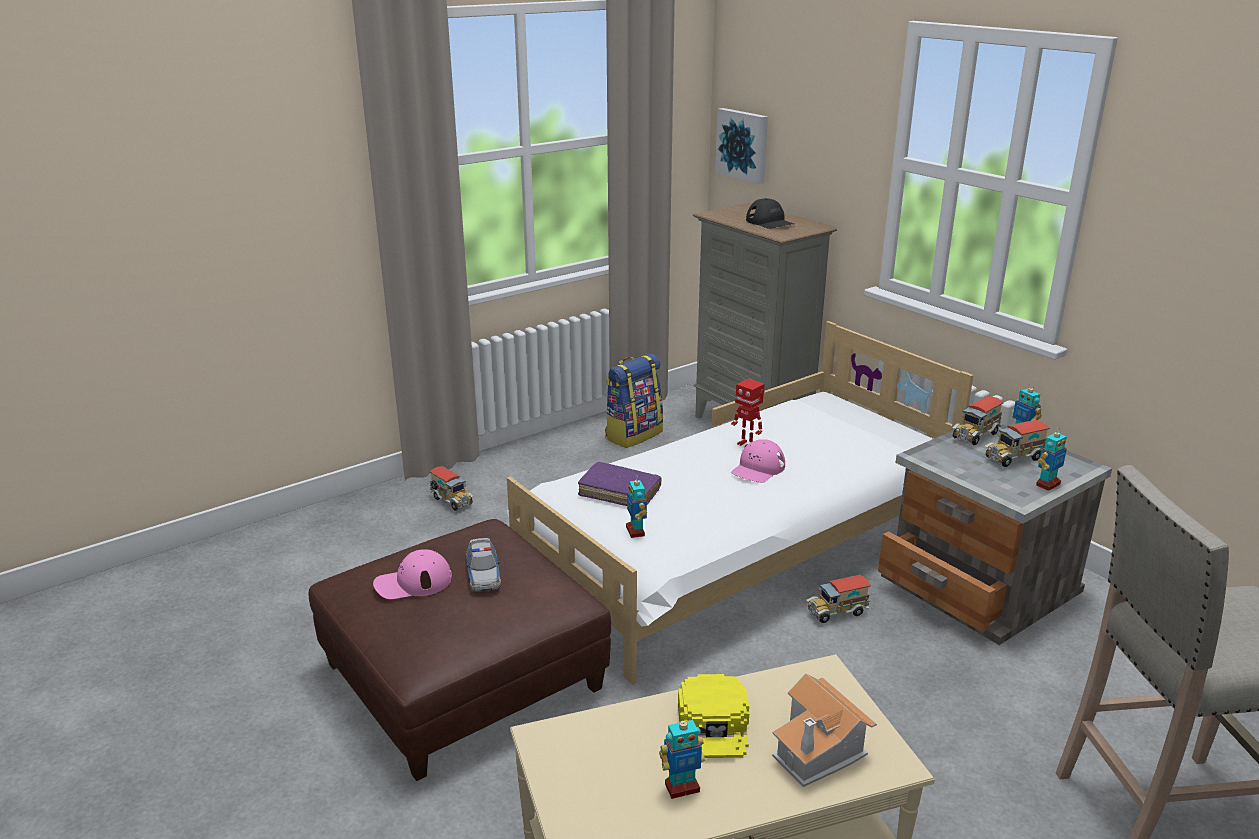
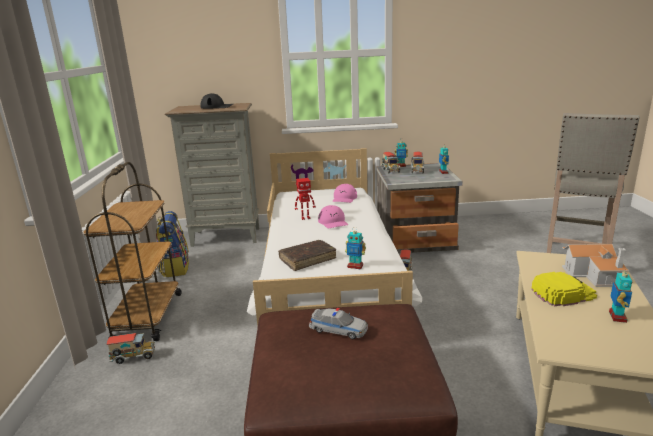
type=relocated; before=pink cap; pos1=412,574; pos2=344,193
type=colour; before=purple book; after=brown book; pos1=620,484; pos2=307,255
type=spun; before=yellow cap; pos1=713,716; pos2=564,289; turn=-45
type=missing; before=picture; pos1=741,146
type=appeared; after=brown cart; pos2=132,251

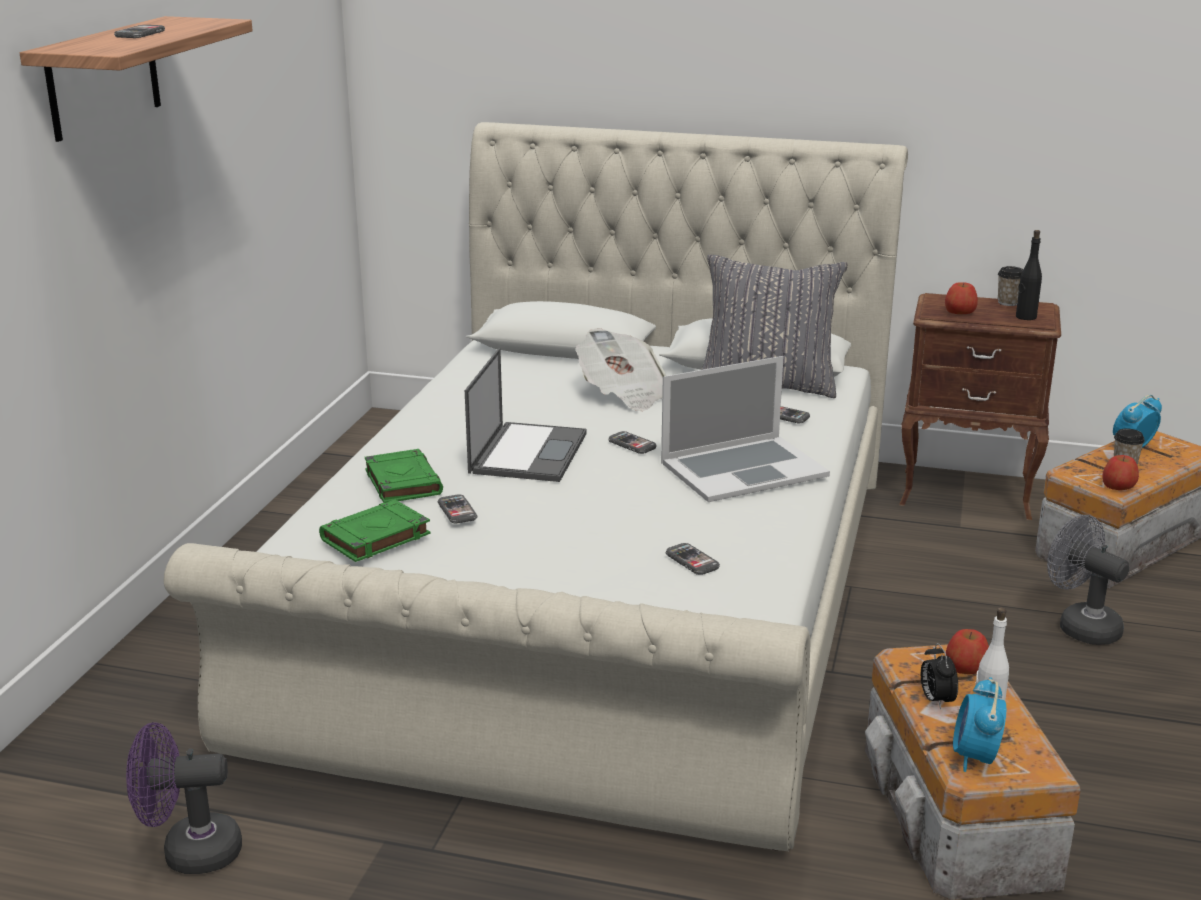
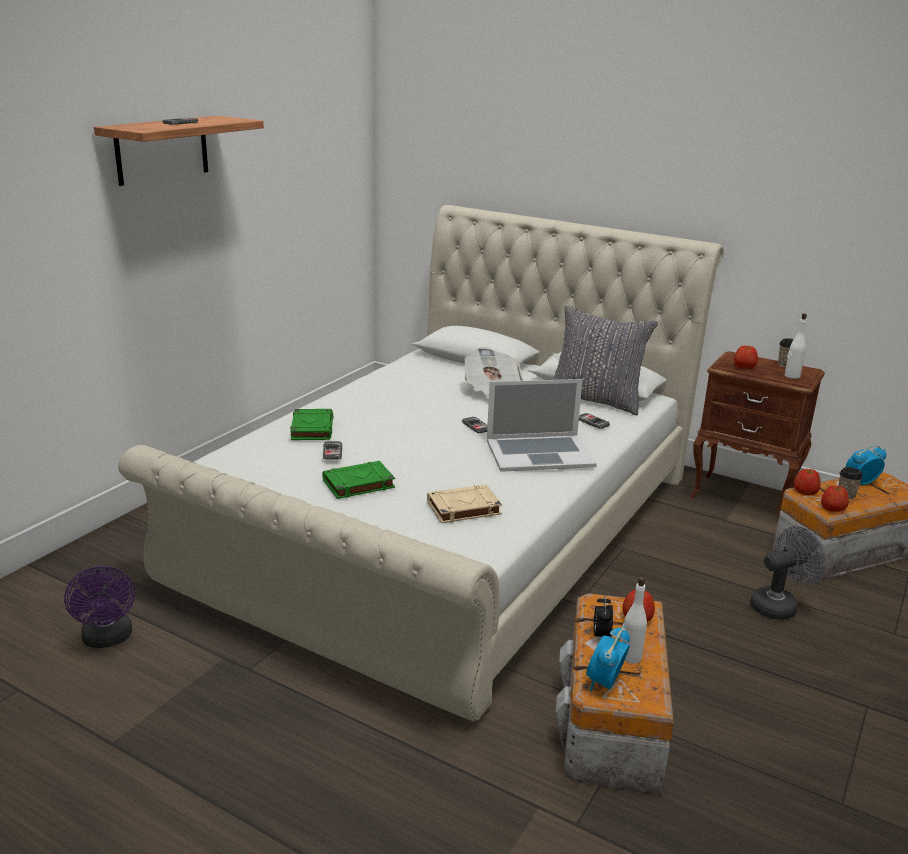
type=spun; before=purple fan; pos1=184,798; pos2=99,606; turn=-120
type=relocated; before=green book; pos1=375,531; pos2=358,480
type=missing; before=laptop; pos1=526,415
type=exchanged; before=phone; after=beige book; pos1=693,559; pos2=464,503
type=colour; before=black bottle; after=white bottle; pos1=1029,275; pos2=796,346
type=spun; before=grey fan; pos1=1088,580; pos2=787,573; turn=90
type=appeared; after=apple; pos2=807,482

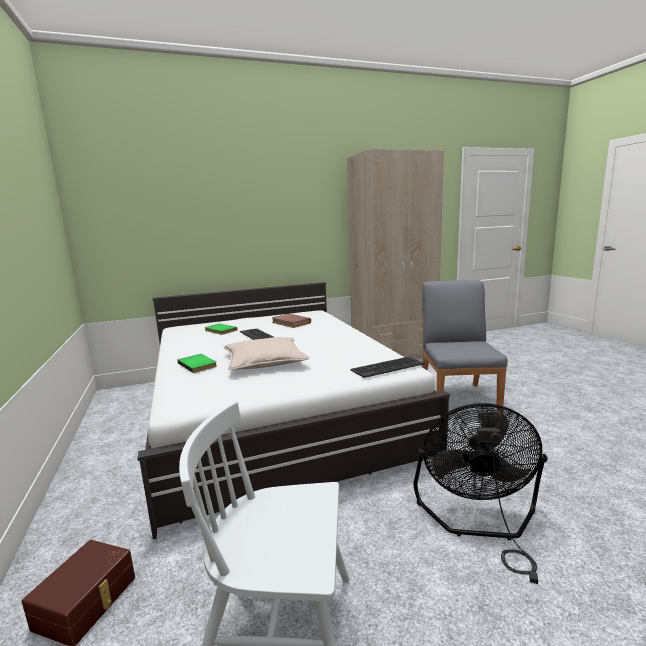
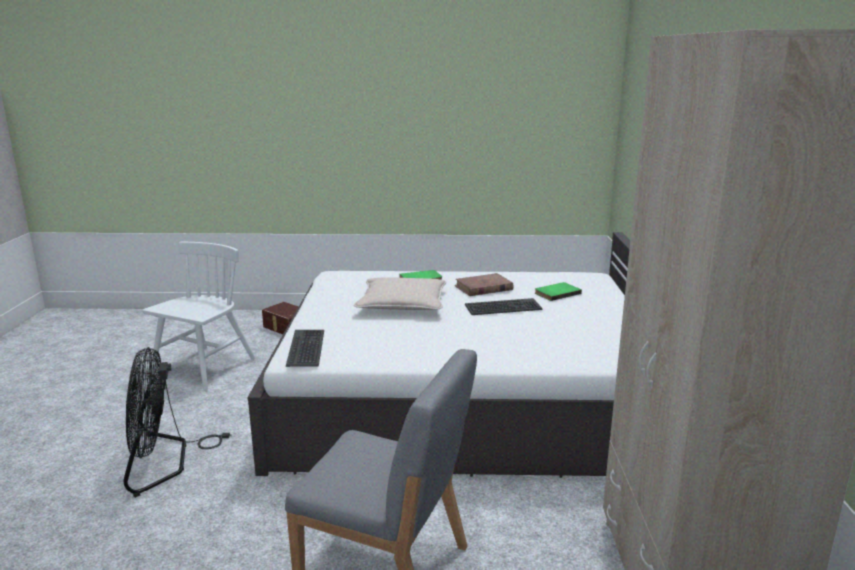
type=relocated; before=brown book; pos1=291,320; pos2=483,284
type=spun; before=black fan; pos1=481,494; pos2=178,422; turn=135

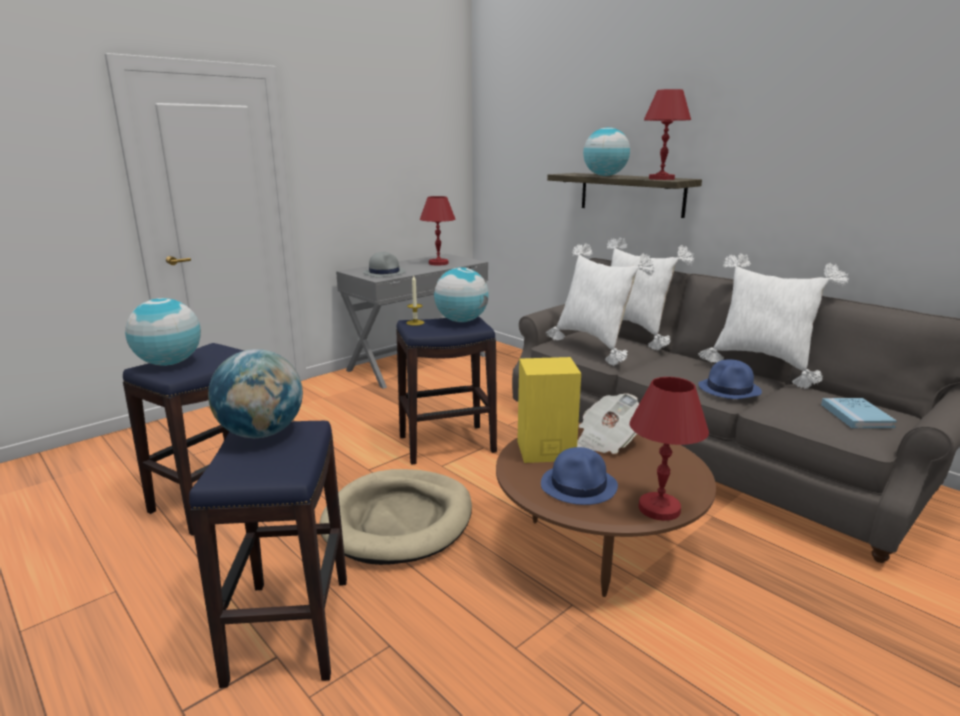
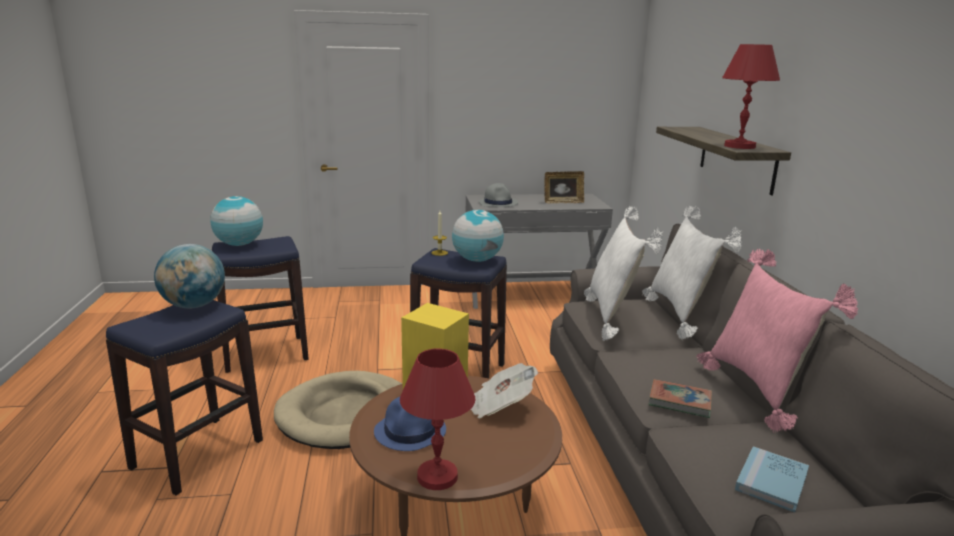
type=exchanged; before=red table lamp; after=picture frame; pos1=437,231; pos2=564,187
type=missing; before=globe; pos1=606,151
type=colour; before=white pillow; after=pink pillow; pos1=773,321; pos2=777,340
type=exchanged; before=blue hat; after=book; pos1=730,379; pos2=680,398

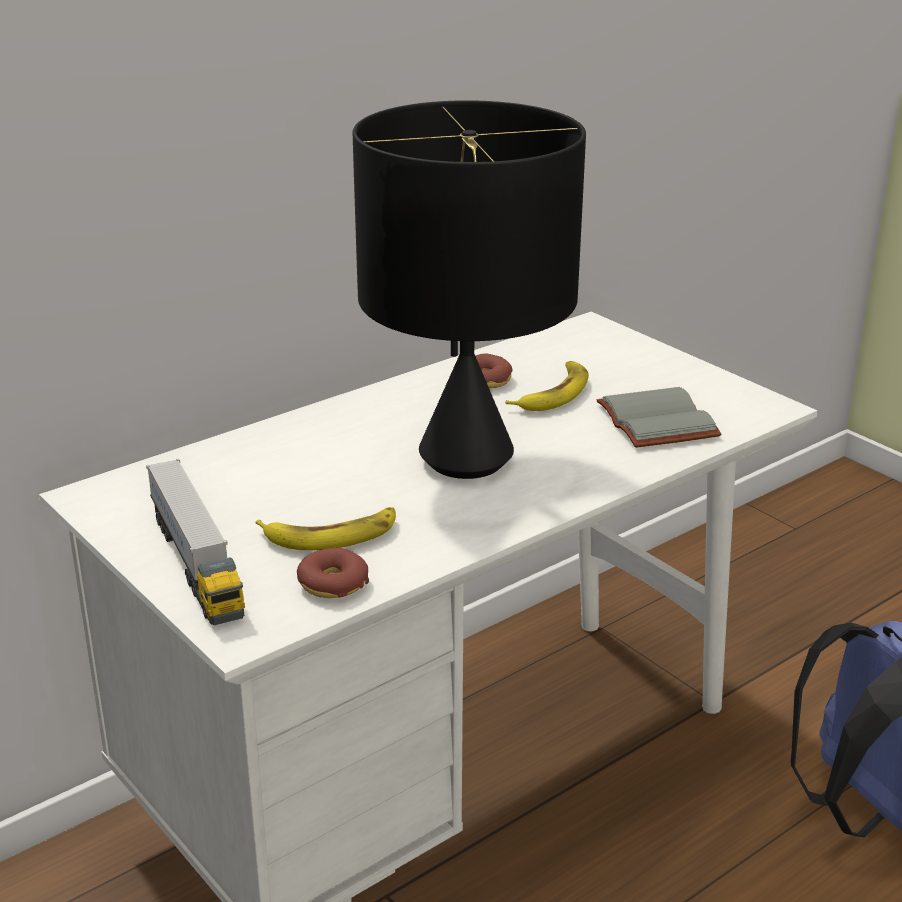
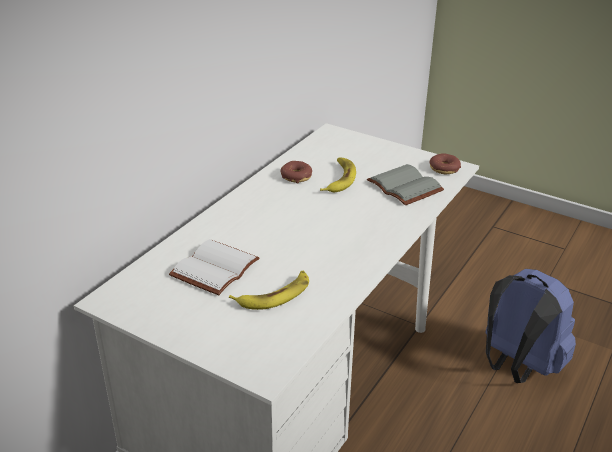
type=missing; before=toy truck; pos1=195,542
type=relocated; before=donut; pos1=333,573; pos2=445,163
type=missing; before=black table lamp; pos1=469,289
type=appeared; after=white book; pos2=214,267

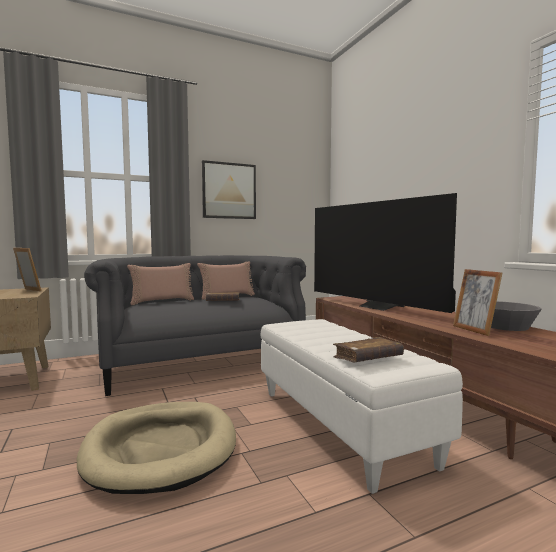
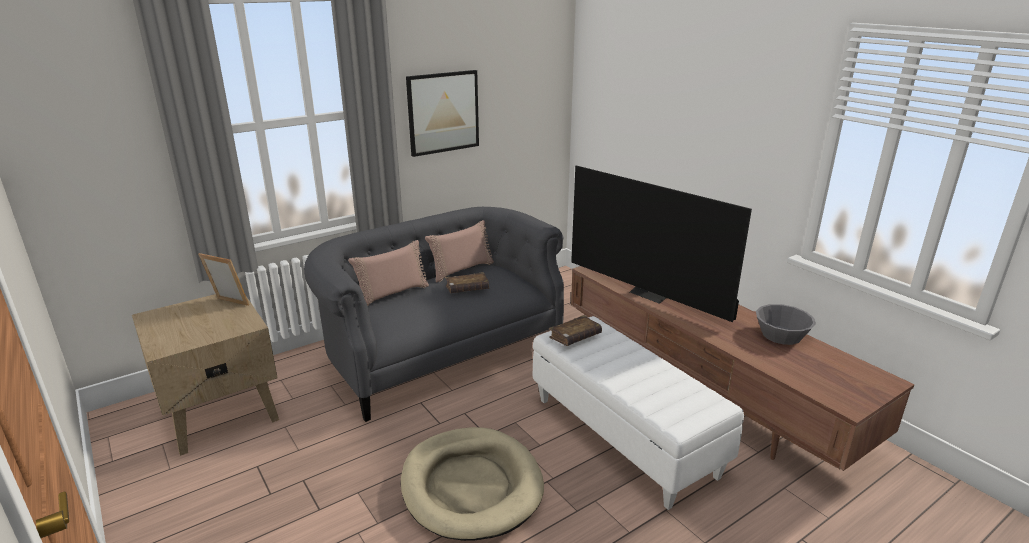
type=relocated; before=brown book; pos1=368,349; pos2=575,330
type=missing; before=picture frame; pos1=477,302

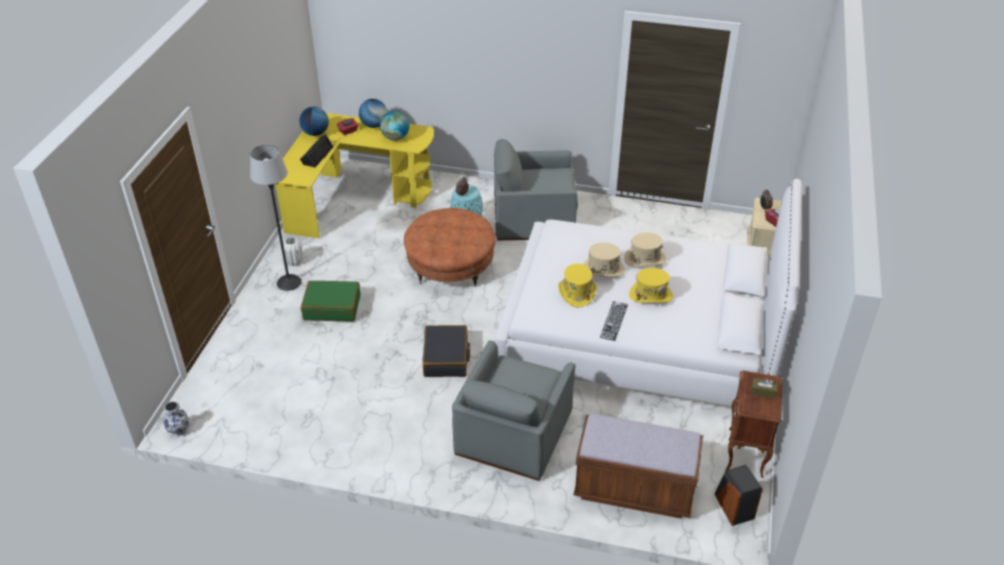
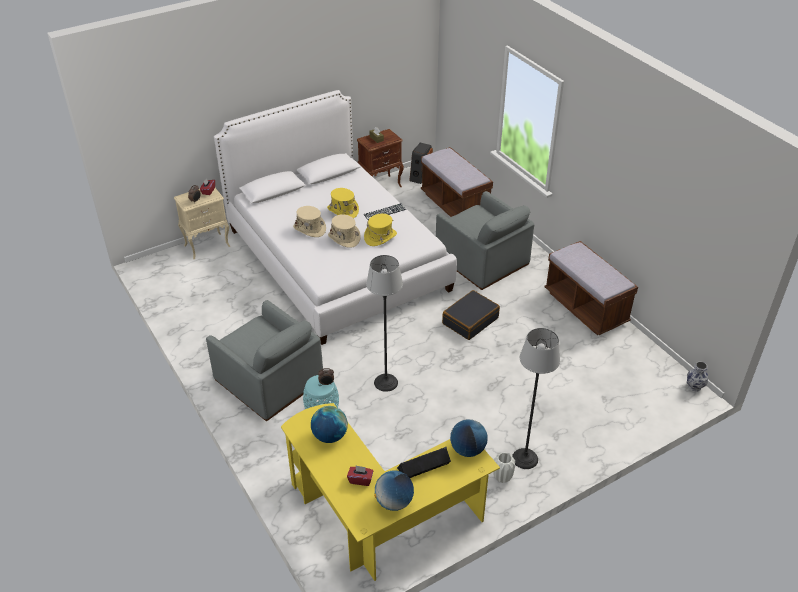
type=missing; before=green suitcase; pos1=330,301
type=relocated; before=globe; pos1=373,113; pos2=468,438
type=exchanged; before=brown ottoman; after=floor lamp; pos1=450,247; pos2=384,323
type=spun; before=grey armchair; pos1=513,410; pos2=485,240; turn=75
type=appeared; after=brown bench; pos2=591,288

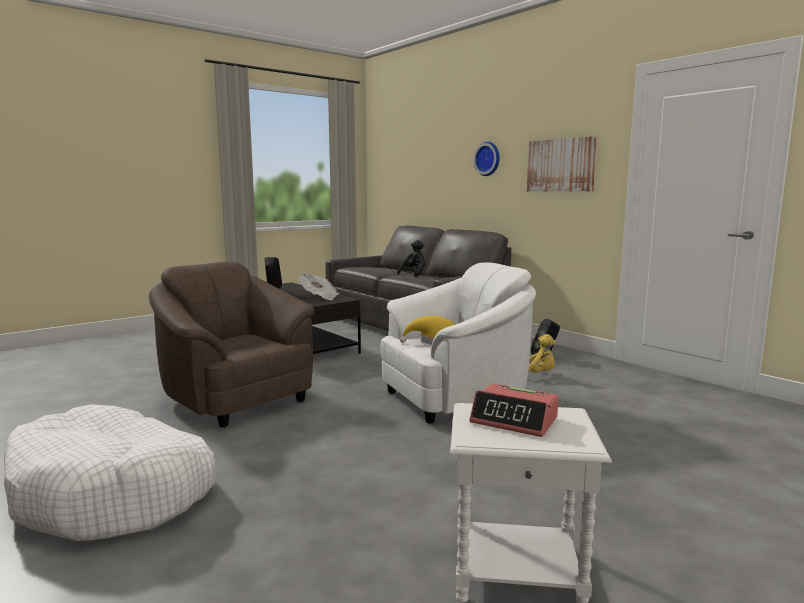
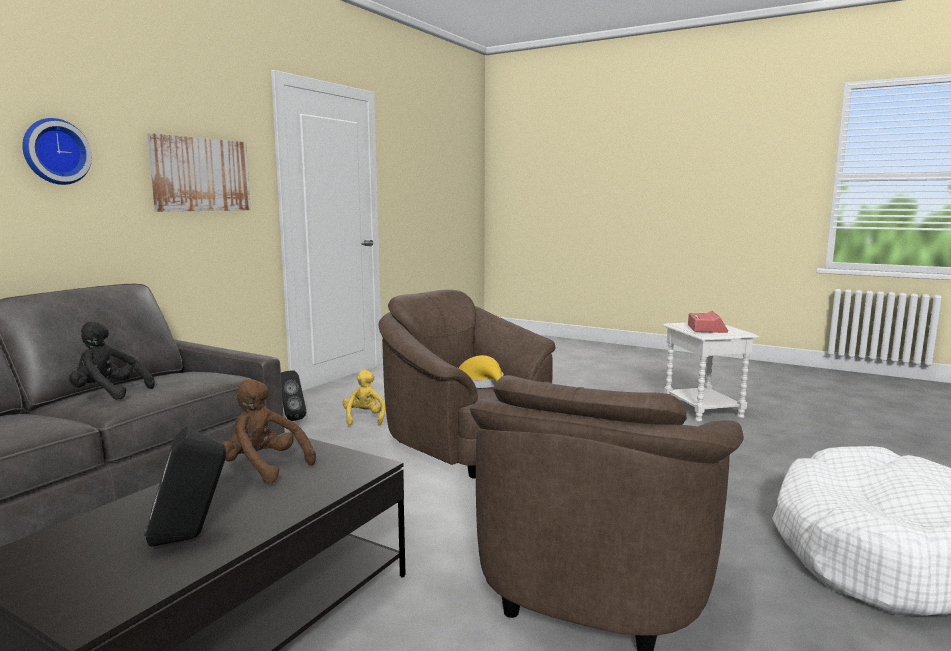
type=exchanged; before=newspaper; after=brown plush toy; pos1=319,286; pos2=269,431
type=colour; before=white armchair; after=brown armchair; pos1=458,343; pos2=467,383

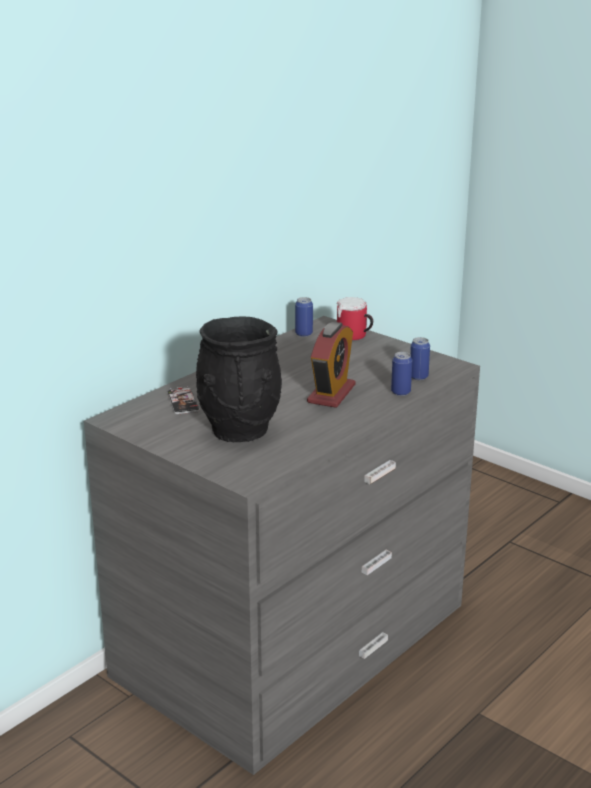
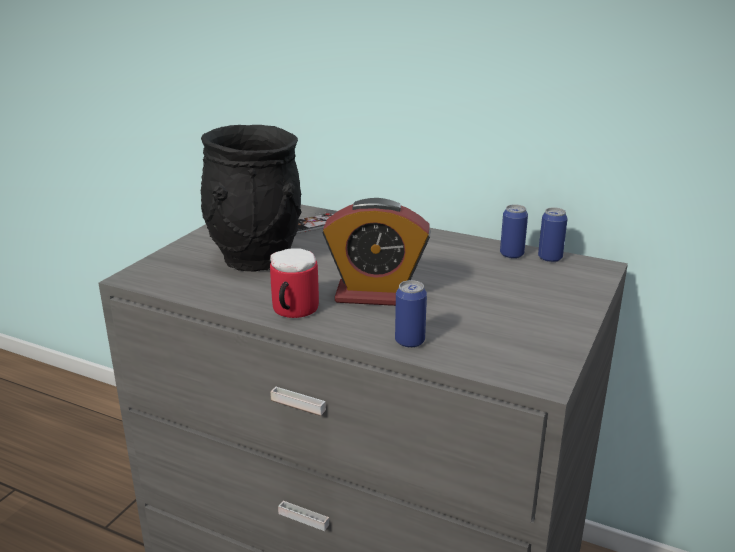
type=relocated; before=mug; pos1=355,318; pos2=294,283
type=relocated; before=can; pos1=420,358; pos2=514,231

